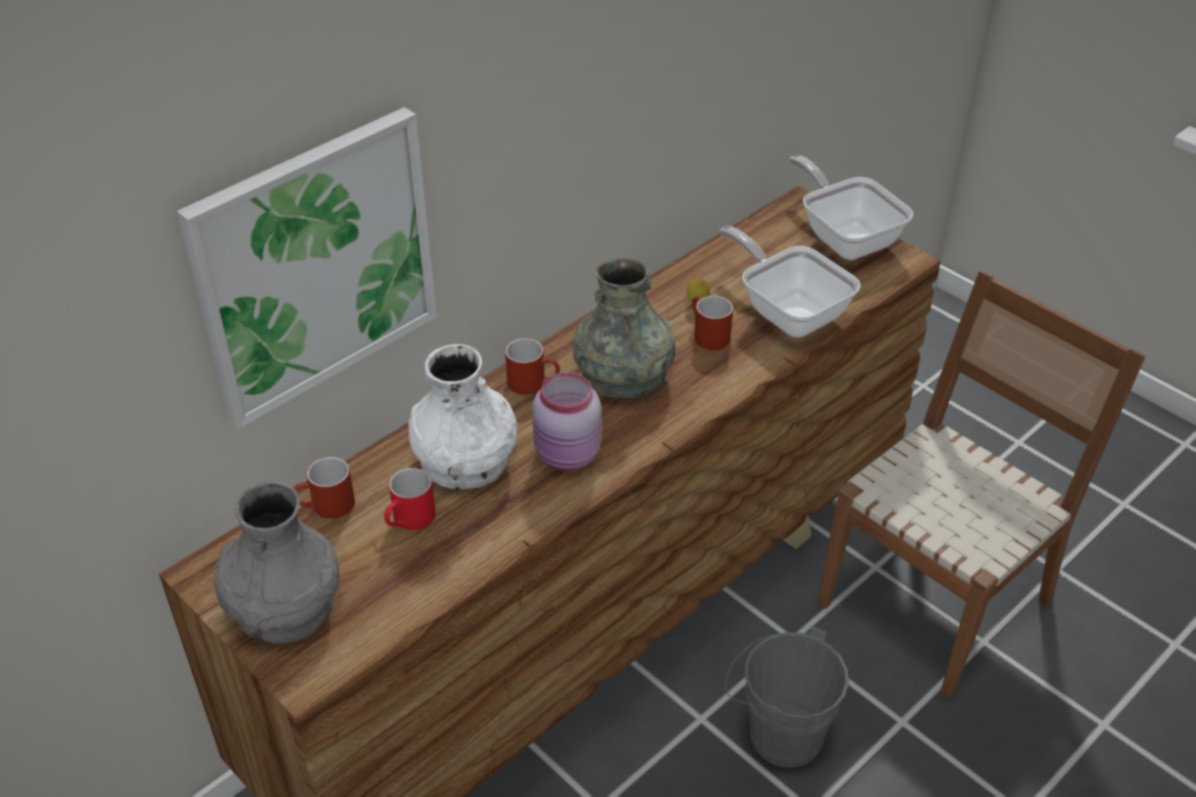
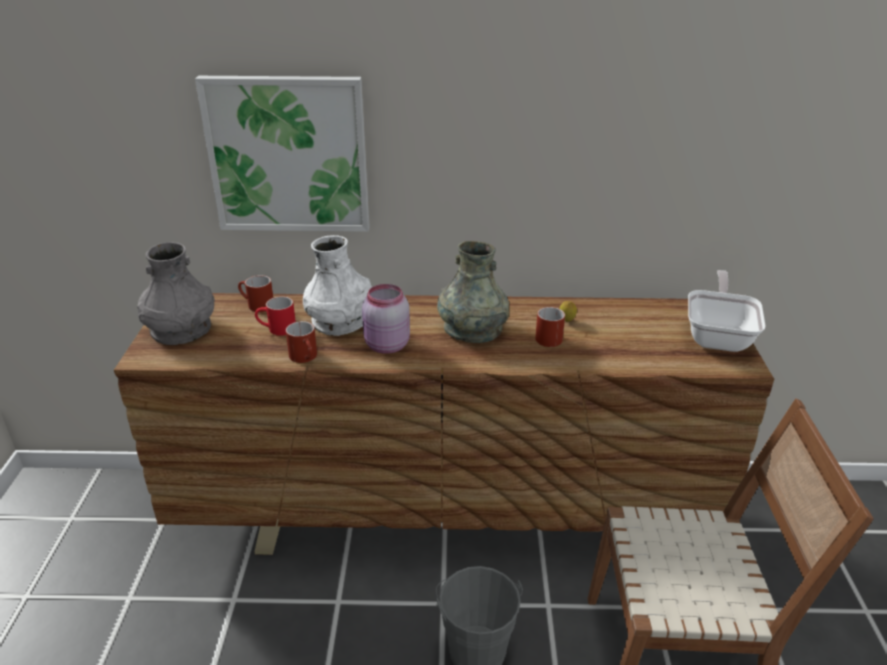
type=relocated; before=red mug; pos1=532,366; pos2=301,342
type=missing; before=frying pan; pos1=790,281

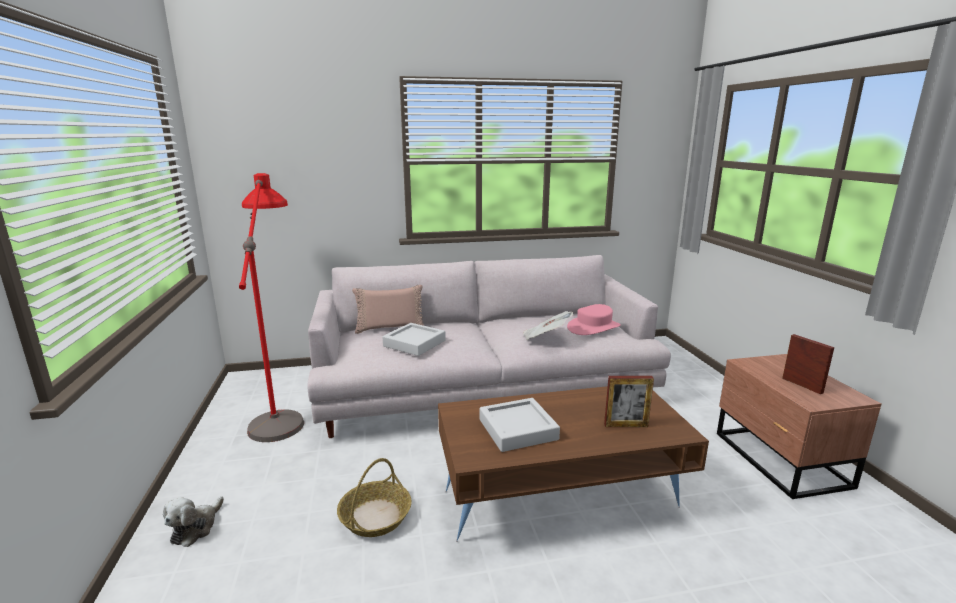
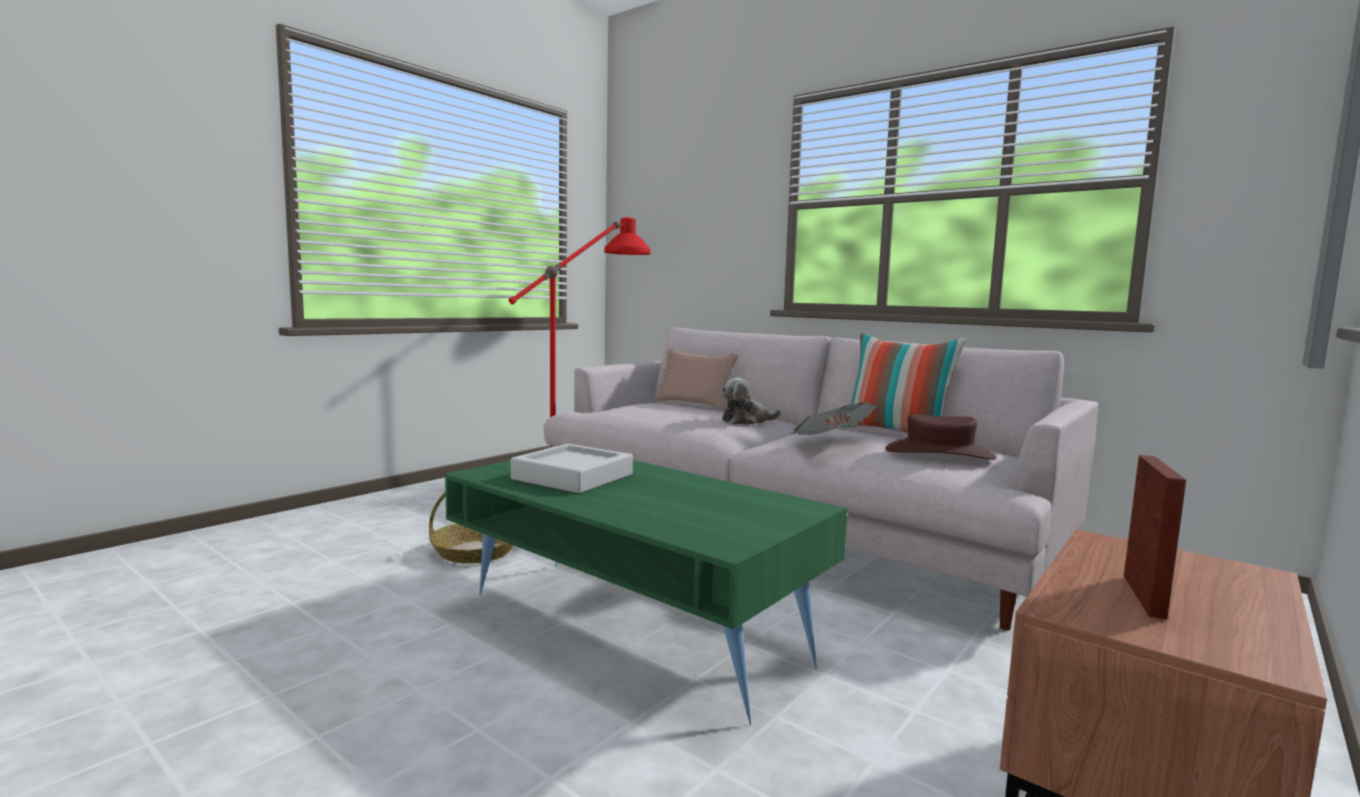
type=relocated; before=plush toy; pos1=193,521; pos2=751,401
type=missing; before=grey tray; pos1=414,339
type=colour; before=brown coffee table; after=green coffee table; pos1=573,464; pos2=646,592
type=colour; before=pink hat; after=brown hat; pos1=593,319; pos2=941,437
type=missing; before=picture frame; pos1=629,401
type=appeared; after=pillow; pos2=903,383

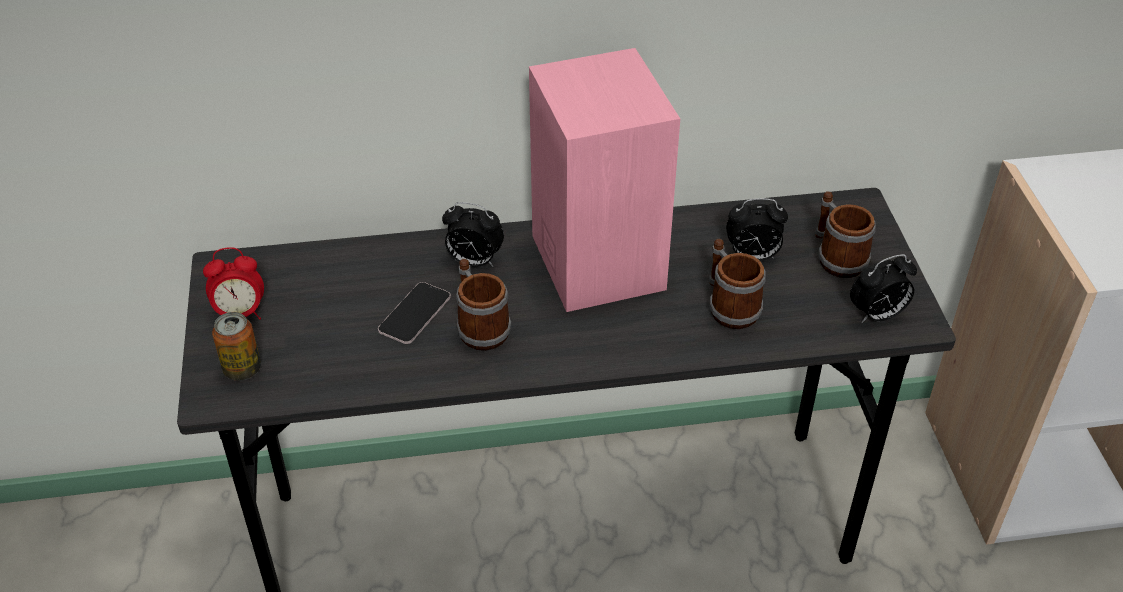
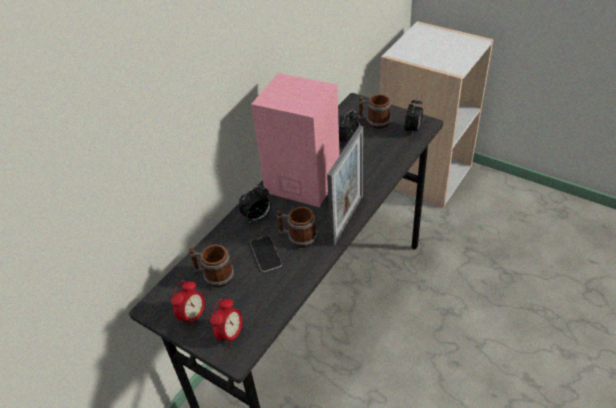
type=exchanged; before=can; after=alarm clock; pos1=236,346; pos2=226,322
type=relocated; before=mug; pos1=737,284; pos2=211,266
type=appeared; after=picture frame; pos2=345,186

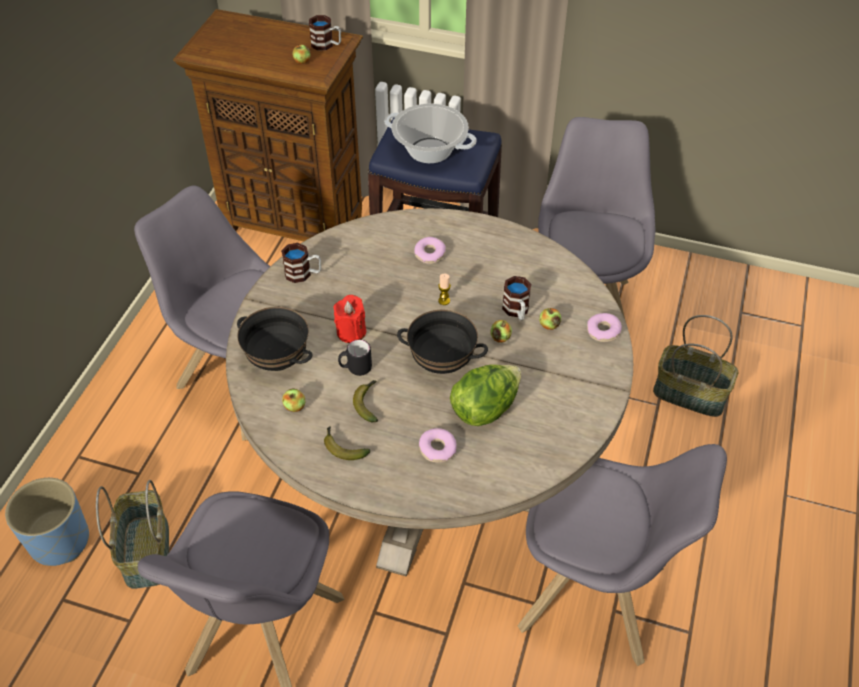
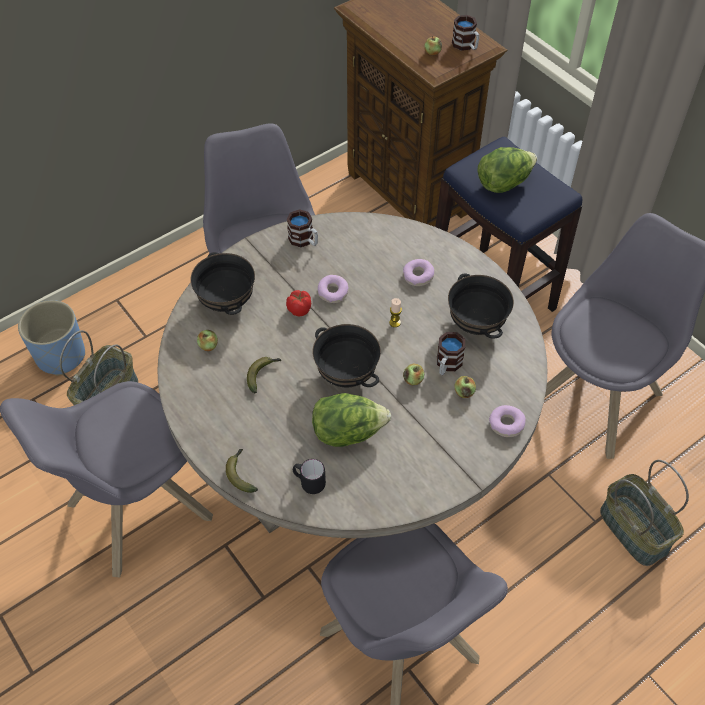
type=relocated; before=banana; pos1=347,443; pos2=242,471
type=exchanged; before=red candle; after=tomato; pos1=349,319; pos2=298,303
type=relocated; before=black mug; pos1=355,358; pos2=309,476
type=exchanged; before=cooking pot; after=lettuce; pos1=430,133; pos2=507,170
type=relocated; before=donut; pos1=437,445; pos2=333,289
type=appeared; after=black bowl; pos2=481,306

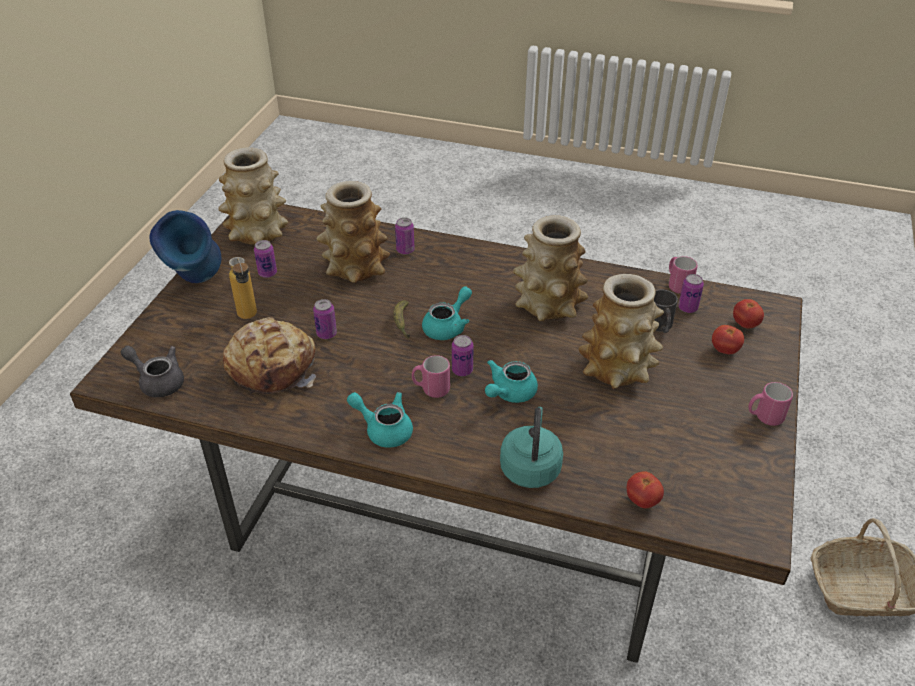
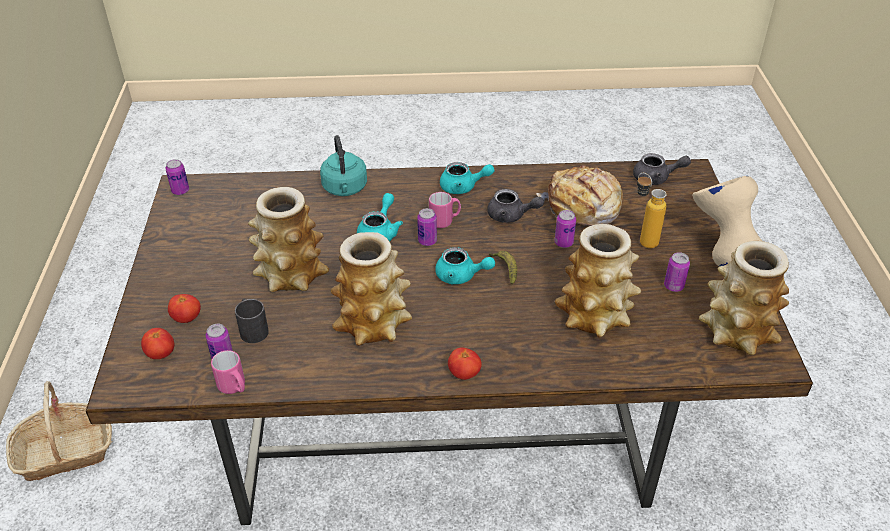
type=colour; before=blue vase; after=beige vase; pos1=185,246; pos2=727,221
type=relocated; before=can; pos1=404,236; pos2=177,177
type=spun; before=turquoise teapot; pos1=447,313; pos2=465,265; turn=-90
type=relocated; before=tomato; pos1=645,489; pos2=465,363
type=missing; before=pink mug; pos1=771,404
type=appeared; after=grey teapot; pos2=515,206

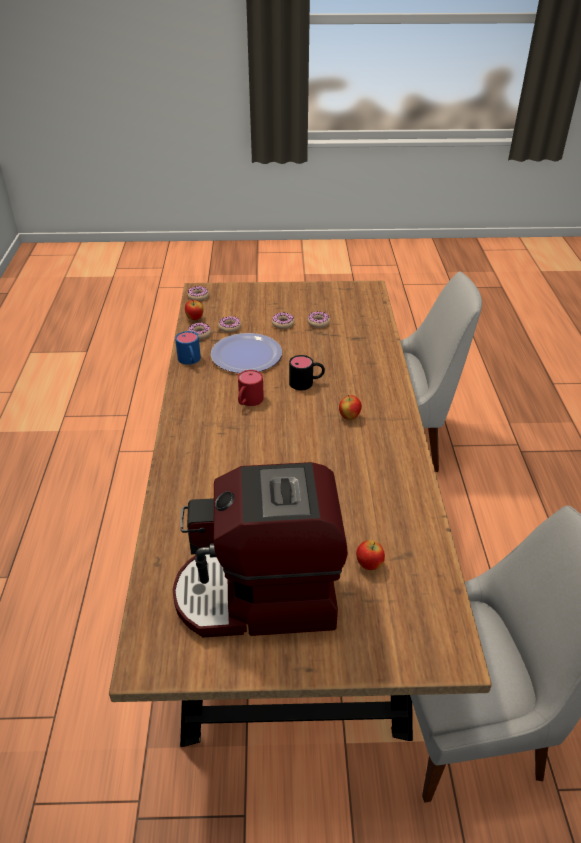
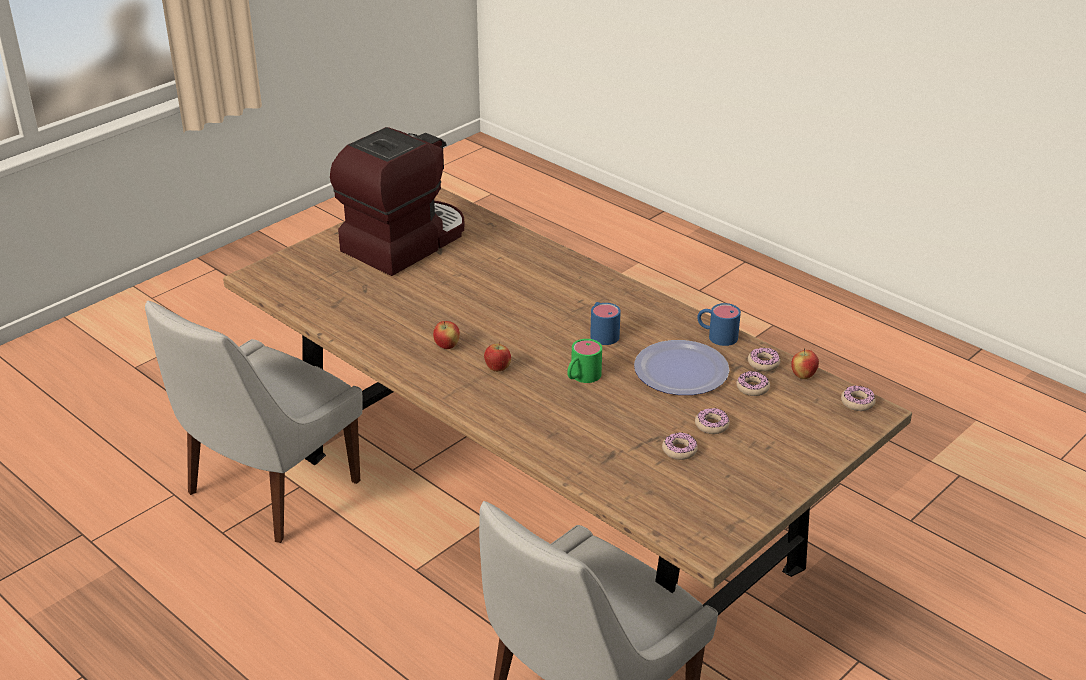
type=colour; before=red mug; after=blue mug; pos1=251,388; pos2=605,323
type=colour; before=black mug; after=green mug; pos1=307,372; pos2=584,361
type=relocated; before=apple; pos1=370,555; pos2=446,335

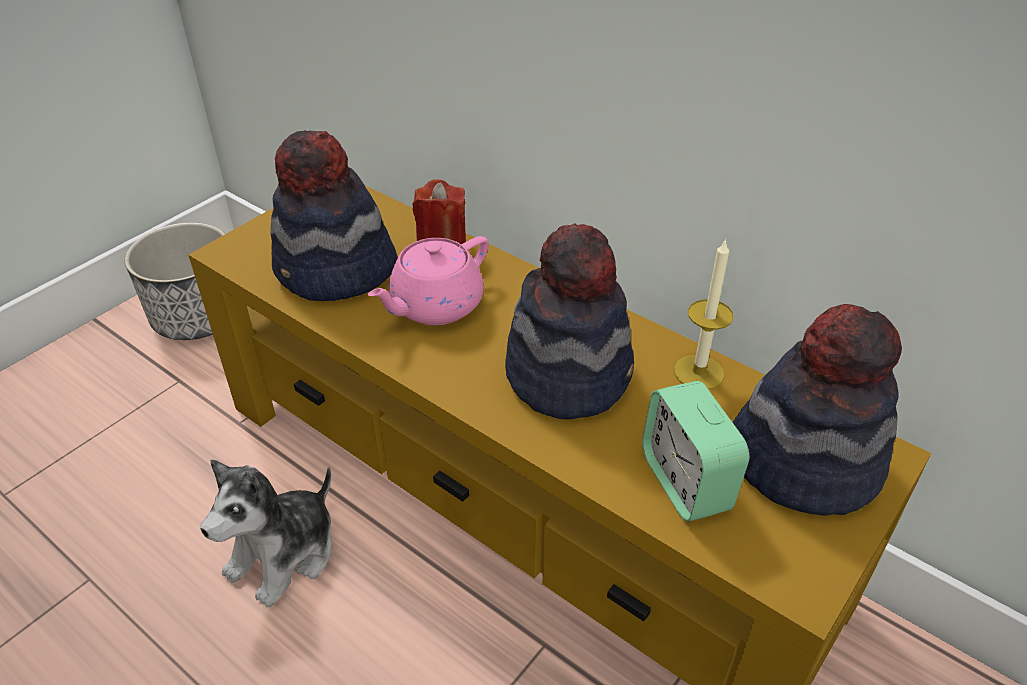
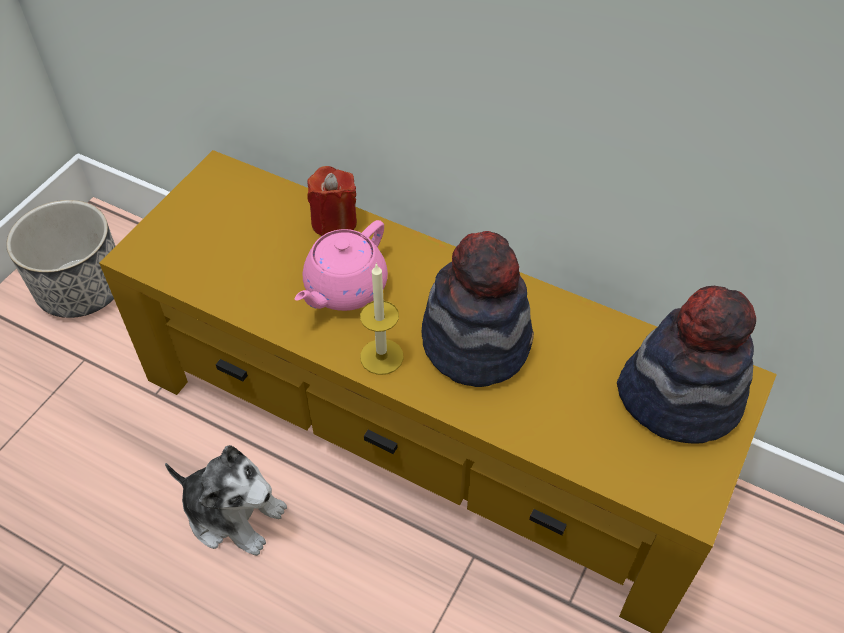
type=spun; before=plush toy; pos1=266,533; pos2=226,500; turn=-90
type=missing; before=hat; pos1=334,215
type=missing; before=alarm clock; pos1=696,451
type=relocated; before=candle; pos1=704,314; pos2=382,319

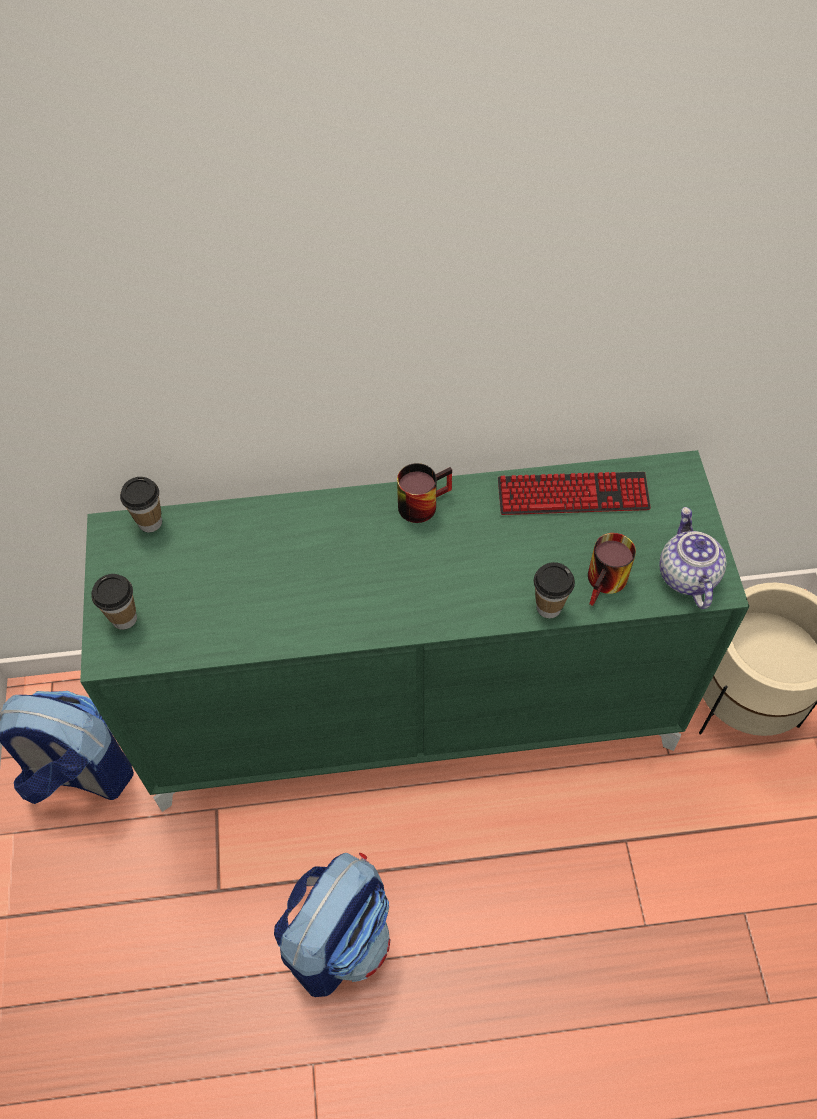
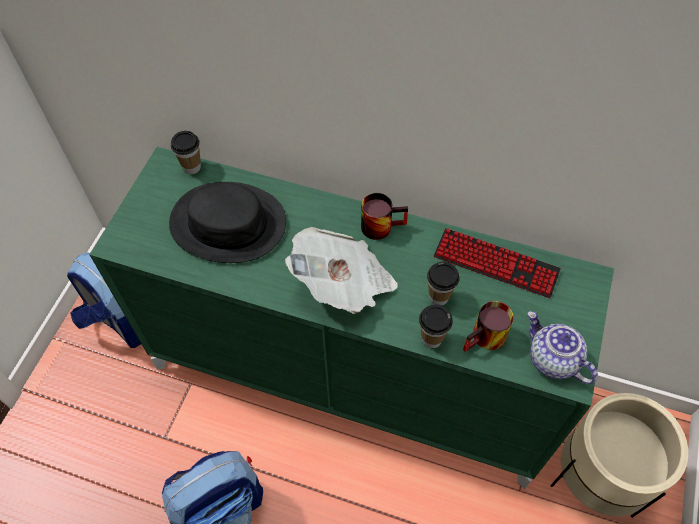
type=relocated; before=cup; pos1=114,602; pos2=443,283
type=spun; before=teapot; pos1=693,558; pos2=563,347; turn=-60
type=appeared; after=black hat; pos2=227,222
type=appeared; after=newspaper; pos2=341,270

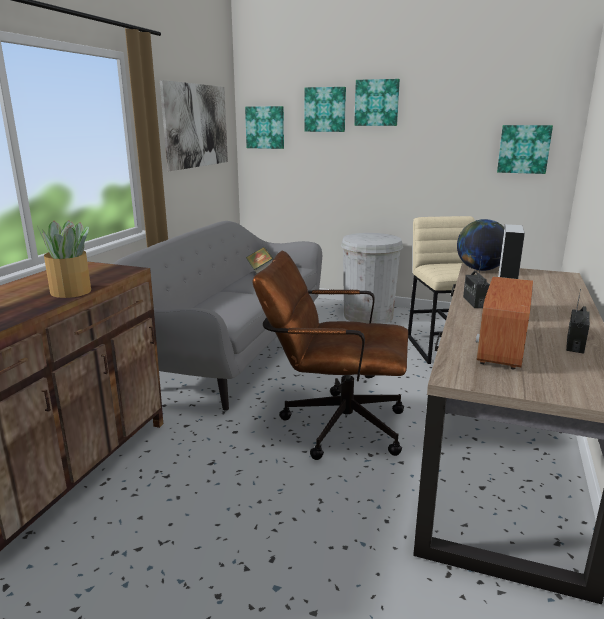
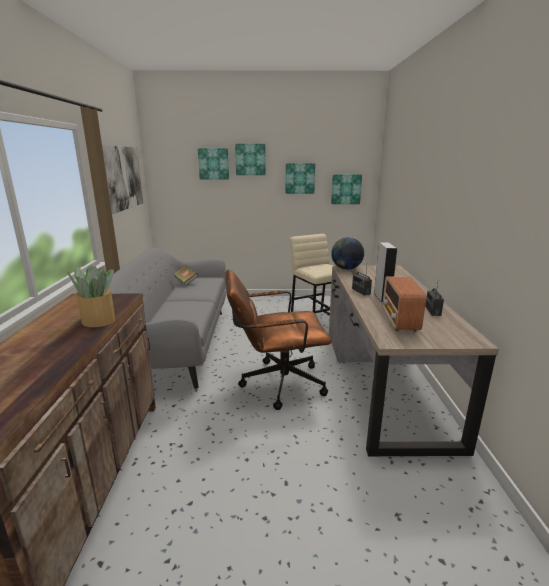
type=relocated; before=picture; pos1=264,127; pos2=300,178
type=missing; before=white trash can; pos1=372,278

